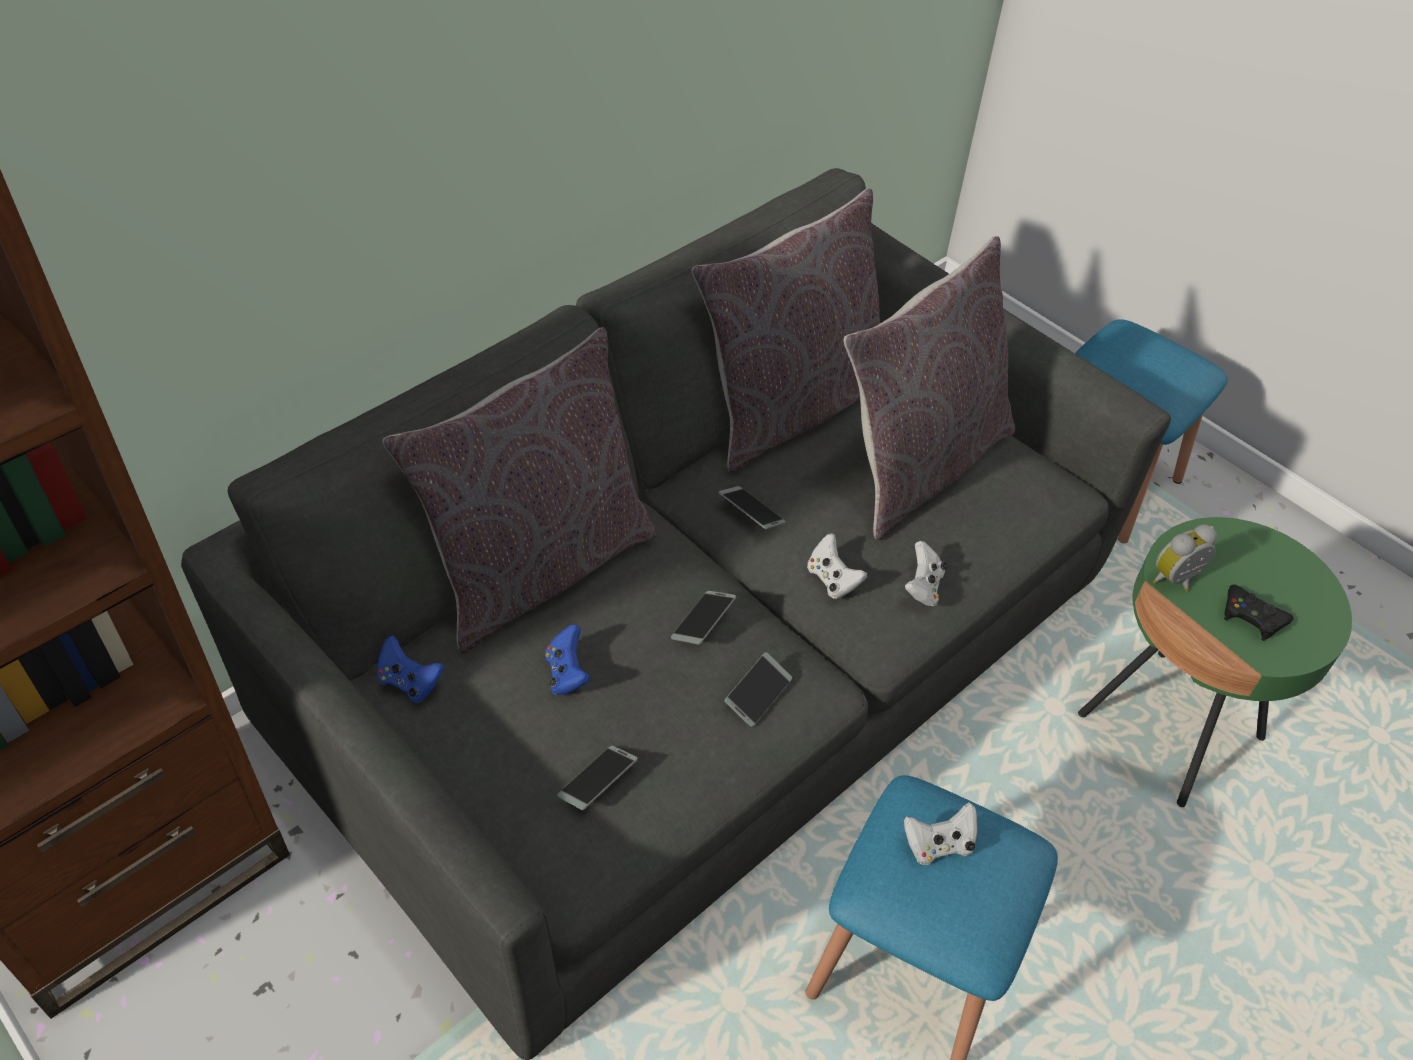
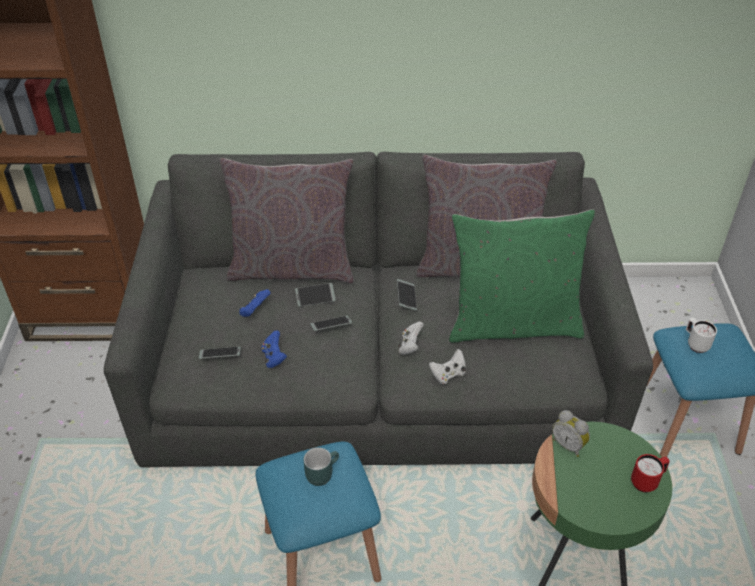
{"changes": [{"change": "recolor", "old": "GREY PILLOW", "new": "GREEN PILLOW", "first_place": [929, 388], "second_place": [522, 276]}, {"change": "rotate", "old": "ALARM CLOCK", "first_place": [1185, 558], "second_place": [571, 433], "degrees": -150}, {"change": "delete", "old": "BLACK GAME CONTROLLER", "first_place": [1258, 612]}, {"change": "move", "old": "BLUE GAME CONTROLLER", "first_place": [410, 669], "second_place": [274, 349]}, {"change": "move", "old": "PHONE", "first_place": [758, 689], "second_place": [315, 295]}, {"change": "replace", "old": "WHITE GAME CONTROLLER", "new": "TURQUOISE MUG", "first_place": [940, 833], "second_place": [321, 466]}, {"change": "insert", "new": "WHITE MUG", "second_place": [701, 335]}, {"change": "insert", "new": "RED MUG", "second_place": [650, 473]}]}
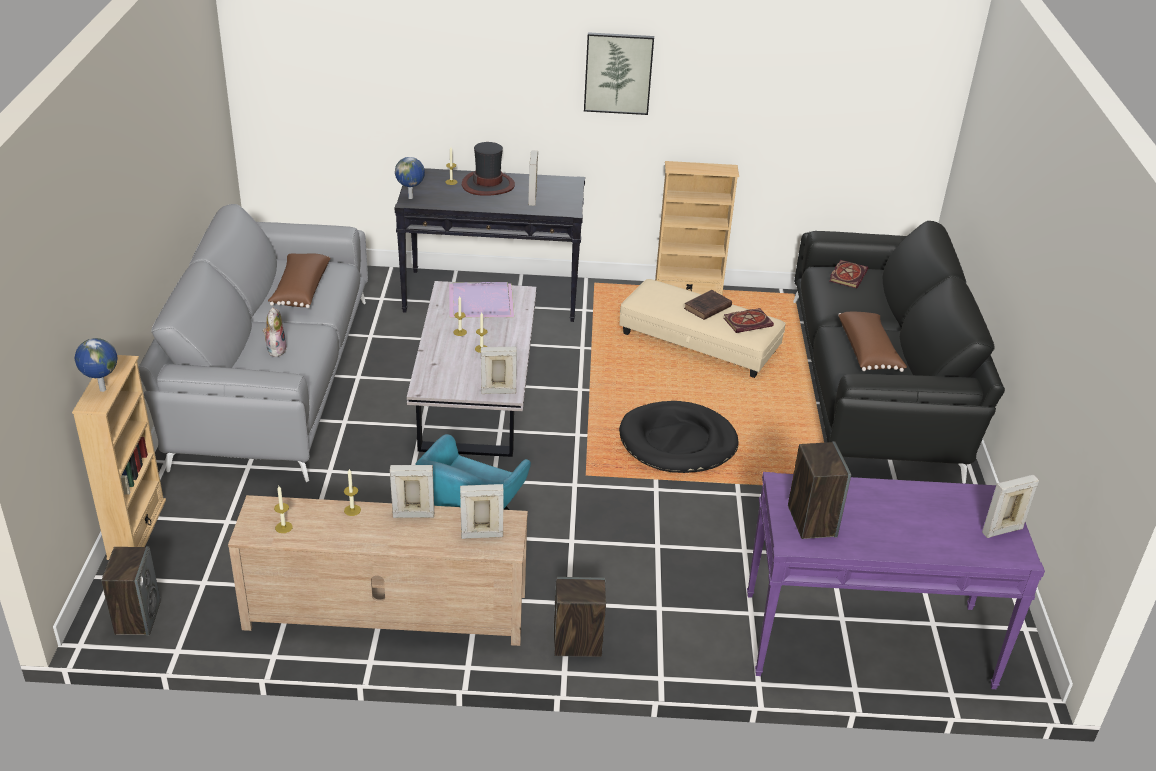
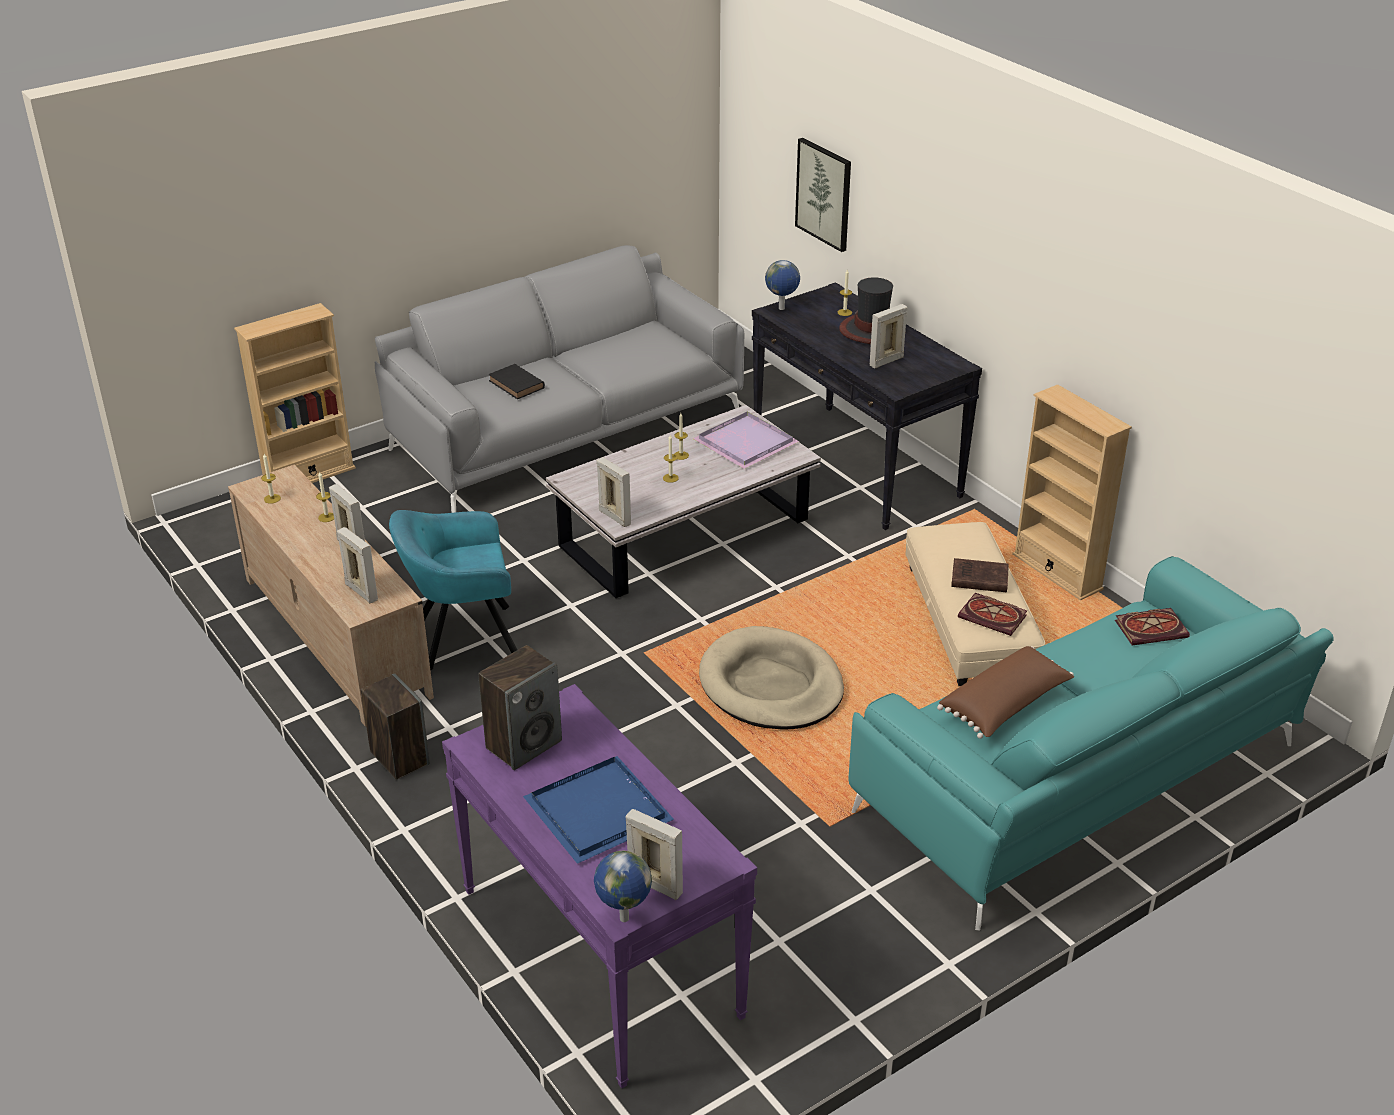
{"changes": [{"change": "move", "old": "PICTURE", "first_place": [619, 73], "second_place": [823, 195]}, {"change": "recolor", "old": "BLACK SOFA", "new": "TURQUOISE SOFA", "first_place": [899, 352], "second_place": [1091, 743]}, {"change": "delete", "old": "BROWN PILLOW", "first_place": [299, 280]}, {"change": "replace", "old": "PLUSH TOY", "new": "BLACK BOOK", "first_place": [274, 332], "second_place": [517, 381]}, {"change": "move", "old": "GLOBE", "first_place": [96, 365], "second_place": [623, 886]}, {"change": "recolor", "old": "BLACK DOG BED", "new": "BEIGE DOG BED", "first_place": [679, 437], "second_place": [771, 678]}, {"change": "delete", "old": "SPEAKER", "first_place": [131, 591]}, {"change": "insert", "new": "BLUE TRAY", "second_place": [598, 810]}]}
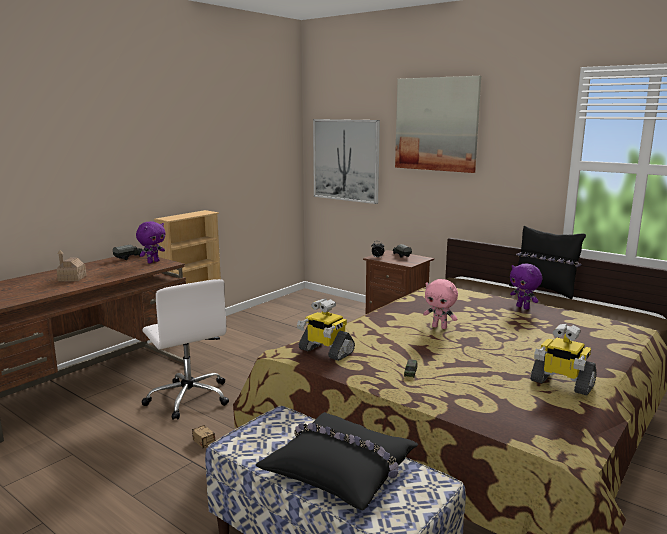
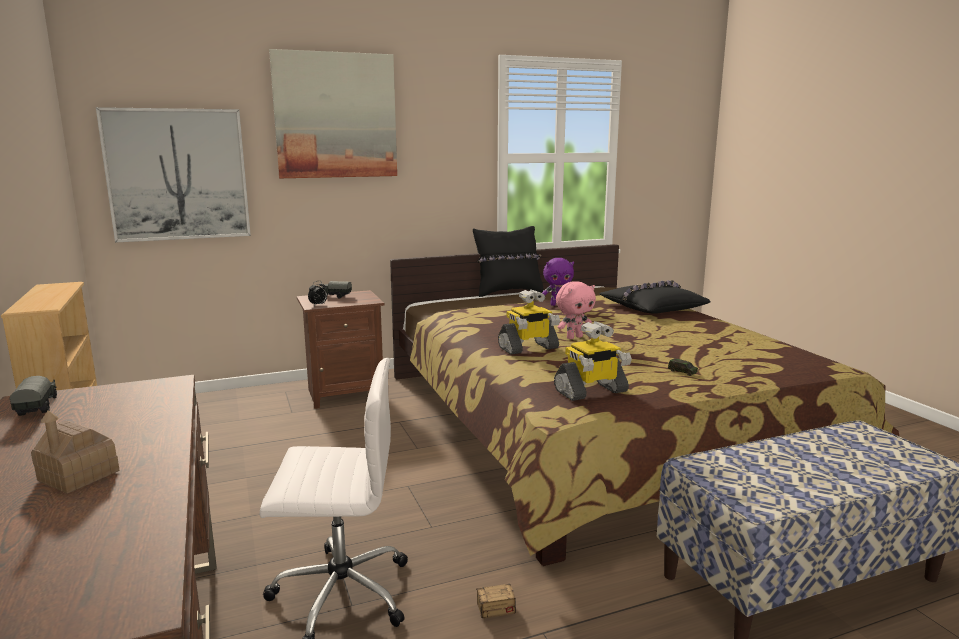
{"changes": [{"change": "delete", "old": "PURPLE PLUSH TOY", "first_place": [151, 242]}, {"change": "move", "old": "TOY ROBOT", "first_place": [563, 359], "second_place": [529, 321]}, {"change": "move", "old": "BLACK PILLOW", "first_place": [336, 461], "second_place": [654, 297]}]}
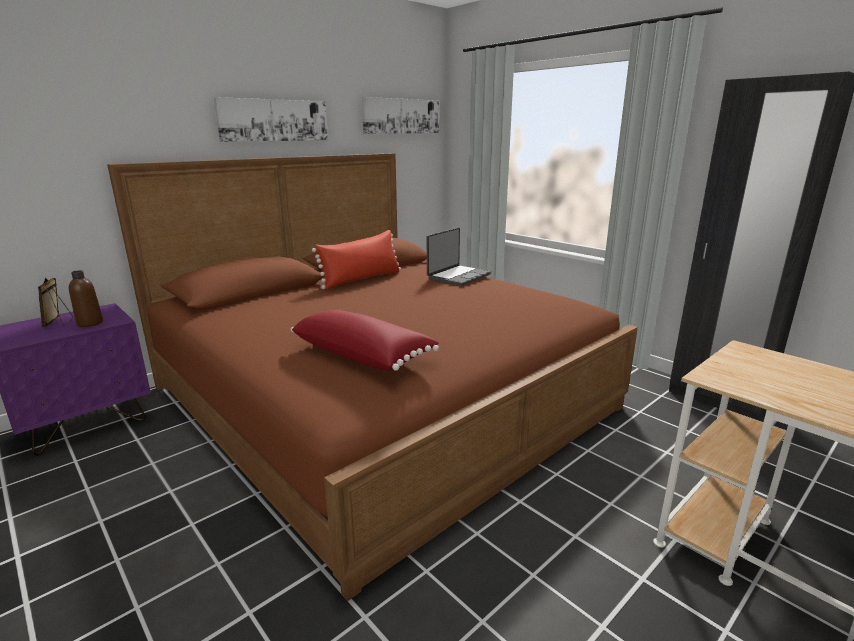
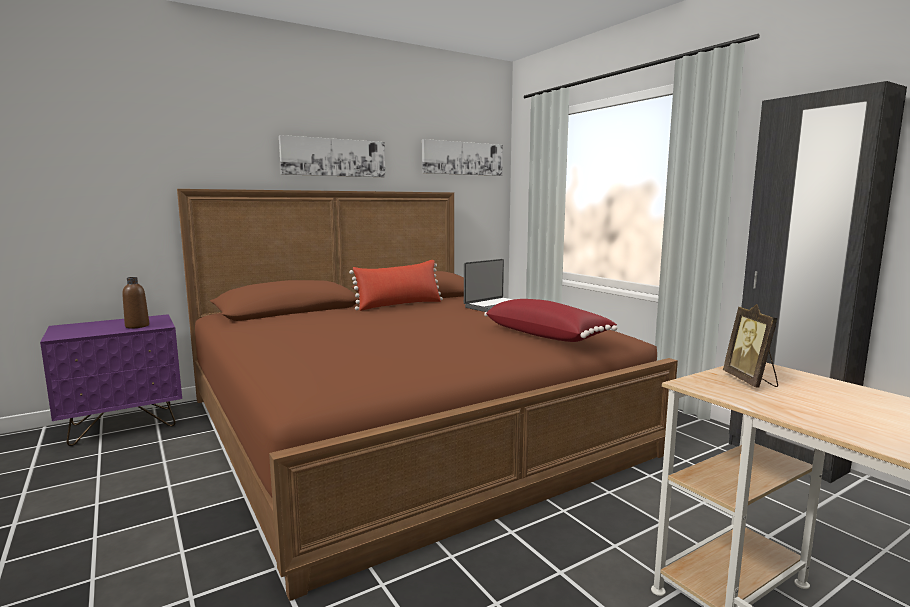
{"changes": [{"change": "move", "old": "PICTURE FRAME", "first_place": [55, 302], "second_place": [750, 345]}, {"change": "move", "old": "RED PILLOW", "first_place": [364, 340], "second_place": [550, 320]}]}
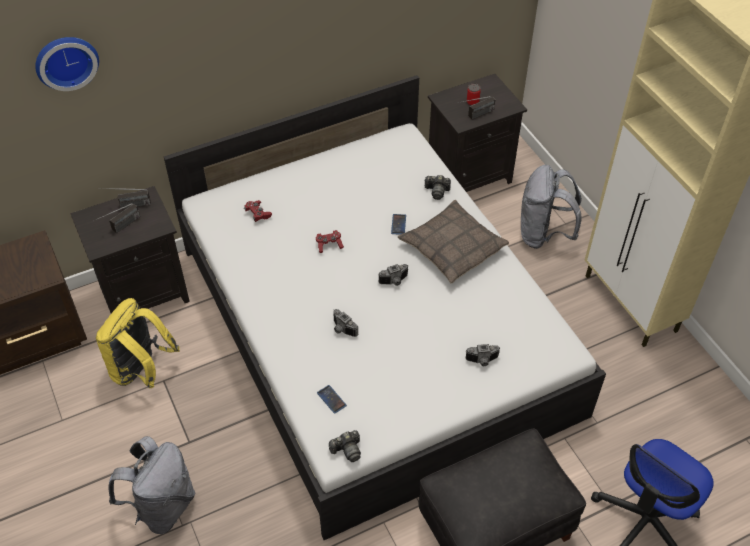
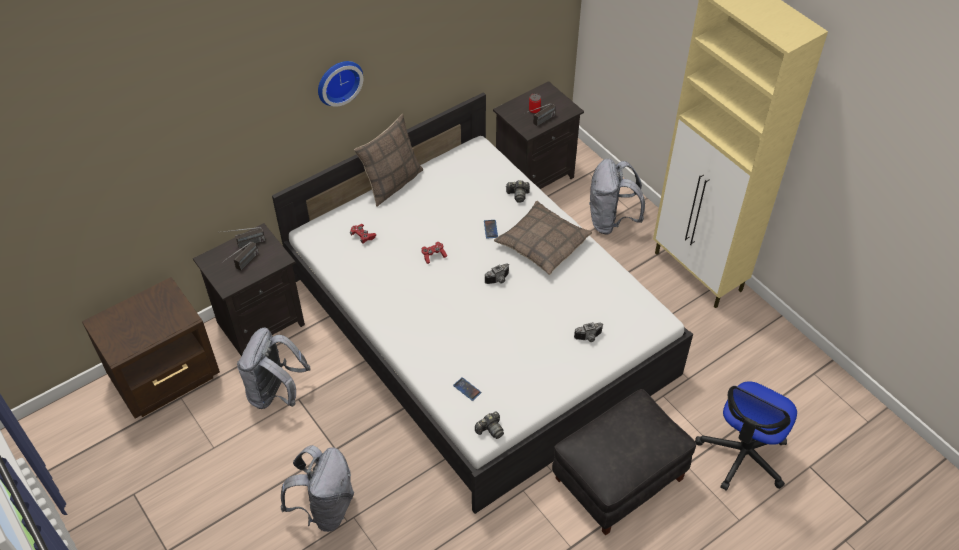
{"changes": [{"change": "move", "old": "WALL CLOCK", "first_place": [67, 64], "second_place": [340, 84]}, {"change": "recolor", "old": "YELLOW BACKPACK", "new": "GREY BACKPACK", "first_place": [138, 343], "second_place": [274, 368]}, {"change": "delete", "old": "PHOTO CAMERA", "first_place": [345, 323]}, {"change": "insert", "new": "PILLOW", "second_place": [388, 160]}]}
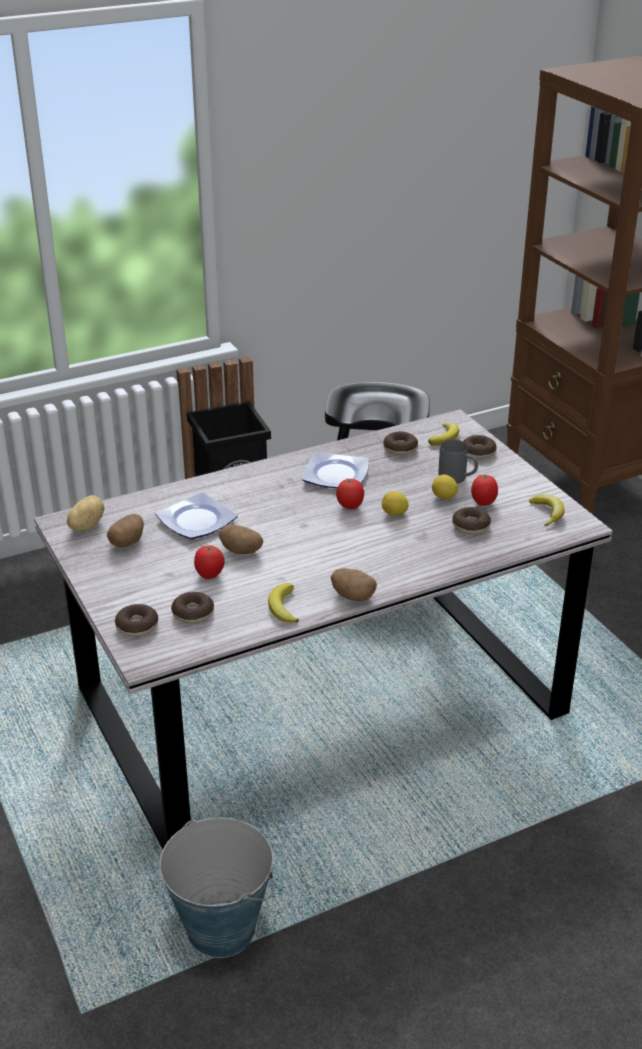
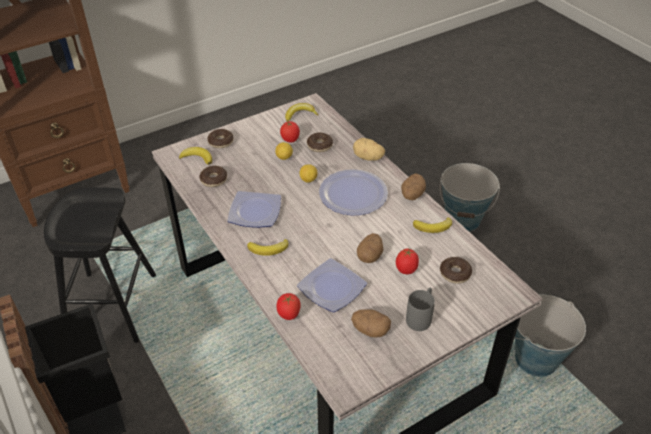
{"changes": [{"change": "move", "old": "GREY MUG", "first_place": [458, 461], "second_place": [420, 309]}, {"change": "move", "old": "TOMATO", "first_place": [350, 494], "second_place": [289, 306]}, {"change": "move", "old": "POTATO", "first_place": [86, 513], "second_place": [369, 149]}, {"change": "delete", "old": "DONUT", "first_place": [136, 620]}, {"change": "insert", "new": "BUCKET", "second_place": [470, 197]}, {"change": "insert", "new": "PLATE", "second_place": [353, 192]}, {"change": "insert", "new": "BANANA", "second_place": [267, 247]}]}
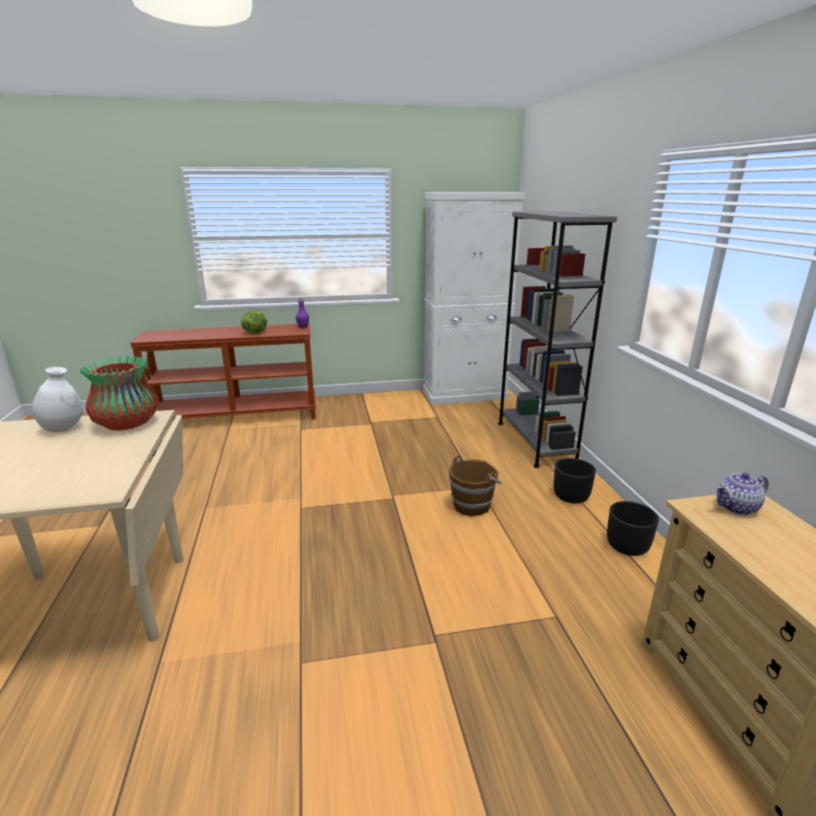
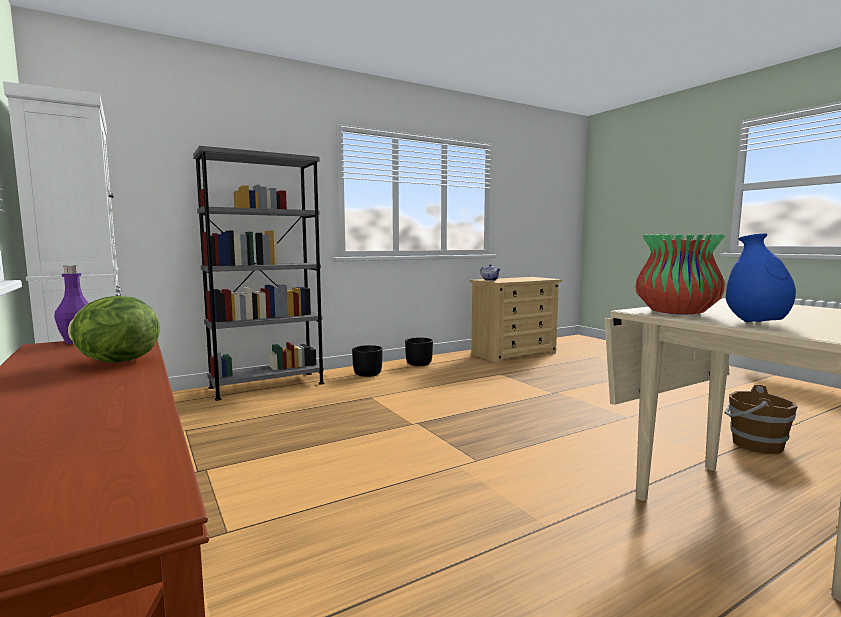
{"changes": [{"change": "recolor", "old": "WHITE VASE", "new": "BLUE VASE", "first_place": [57, 399], "second_place": [761, 277]}, {"change": "move", "old": "BROWN BUCKET", "first_place": [475, 486], "second_place": [761, 419]}]}
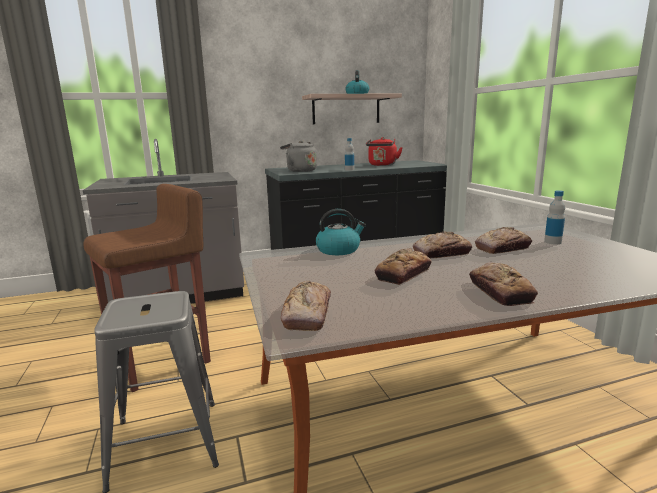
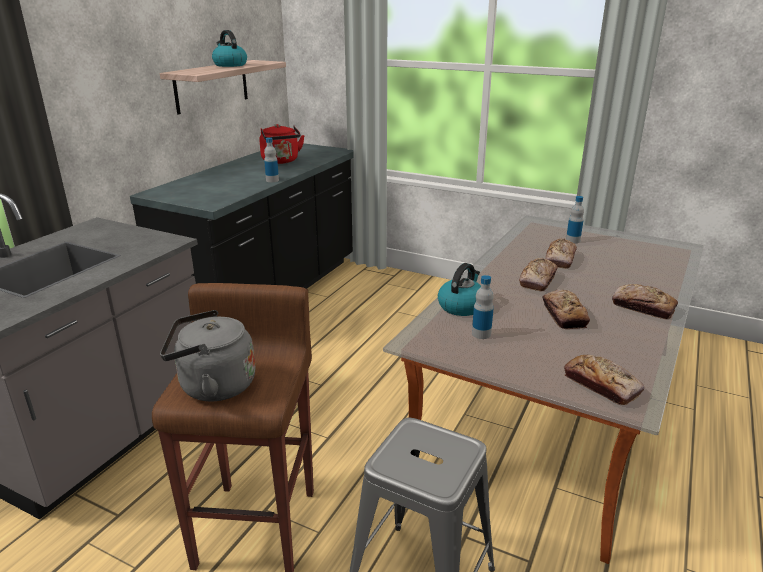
{"changes": [{"change": "move", "old": "GREY KETTLE", "first_place": [298, 156], "second_place": [207, 355]}, {"change": "insert", "new": "BOTTLE", "second_place": [483, 307]}]}
